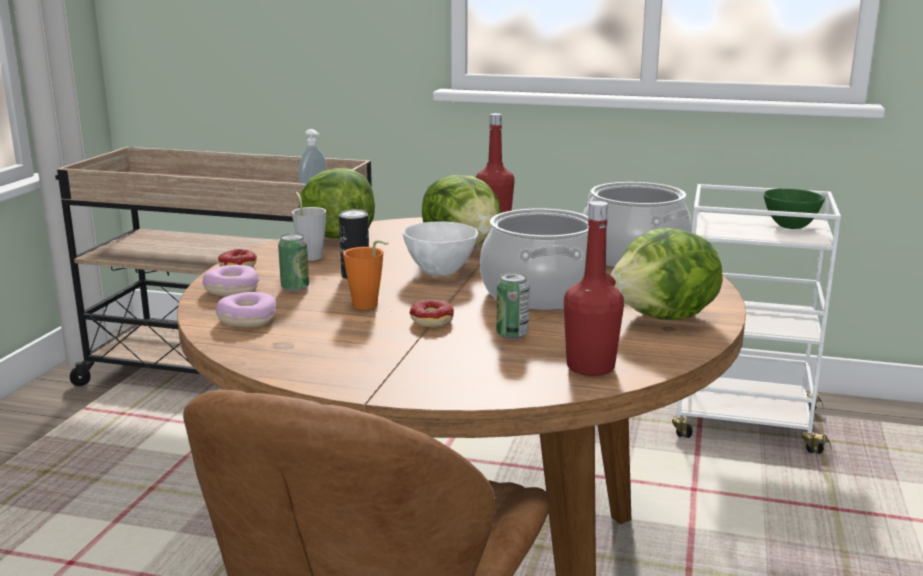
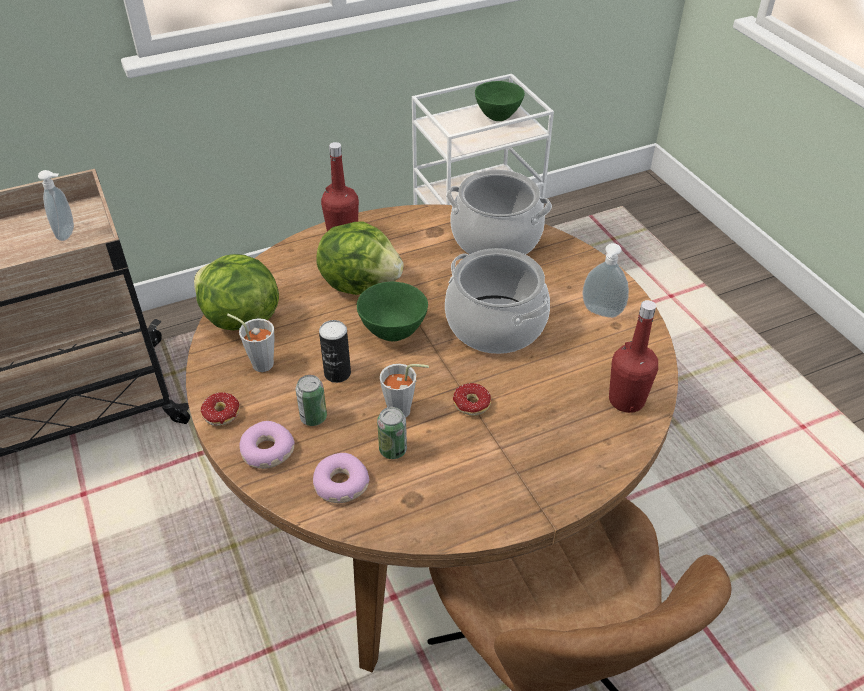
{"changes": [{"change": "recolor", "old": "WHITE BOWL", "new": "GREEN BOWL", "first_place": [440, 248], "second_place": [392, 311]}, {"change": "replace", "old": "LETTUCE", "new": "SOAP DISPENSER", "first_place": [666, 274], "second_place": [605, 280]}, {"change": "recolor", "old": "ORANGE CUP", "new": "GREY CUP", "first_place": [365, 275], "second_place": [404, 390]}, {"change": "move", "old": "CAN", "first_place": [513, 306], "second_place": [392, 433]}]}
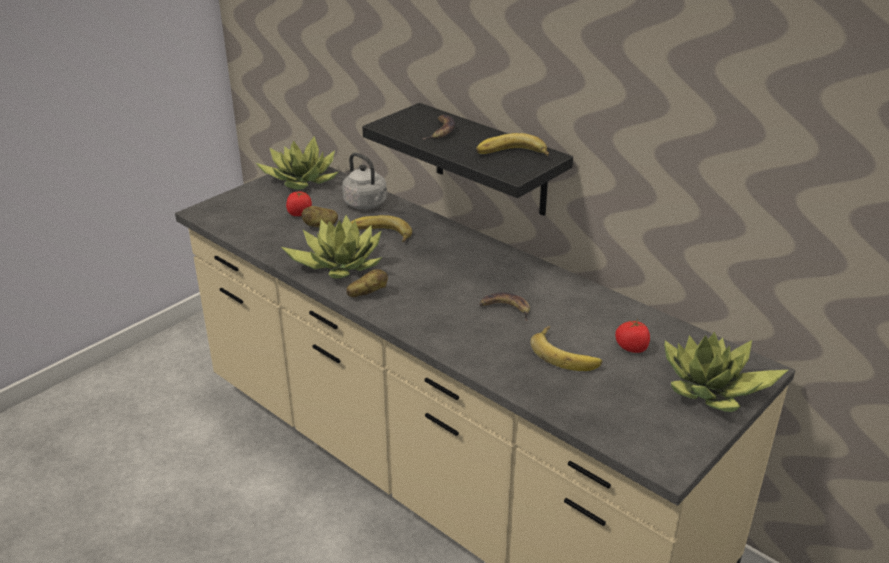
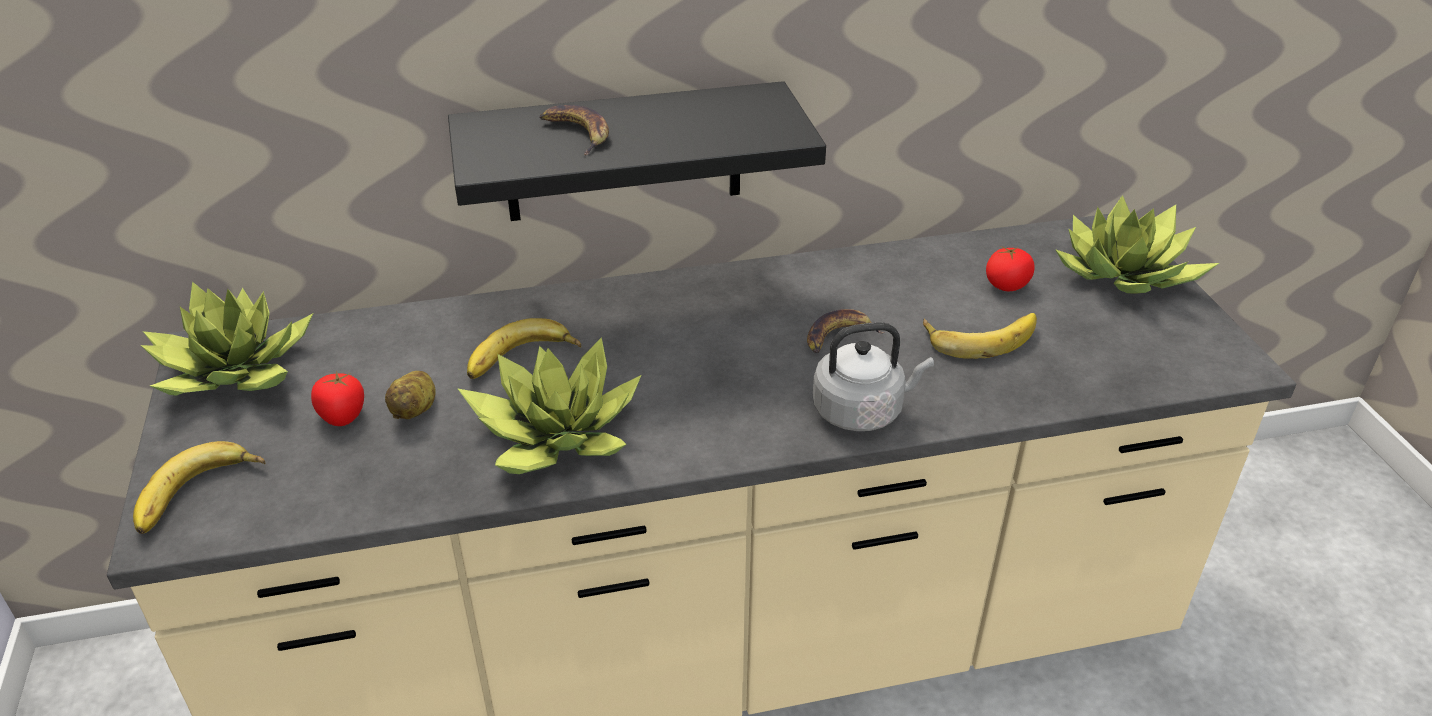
{"changes": [{"change": "move", "old": "BANANA", "first_place": [512, 144], "second_place": [199, 487]}, {"change": "move", "old": "GREY KETTLE", "first_place": [364, 181], "second_place": [873, 376]}, {"change": "delete", "old": "POTATO", "first_place": [367, 283]}]}
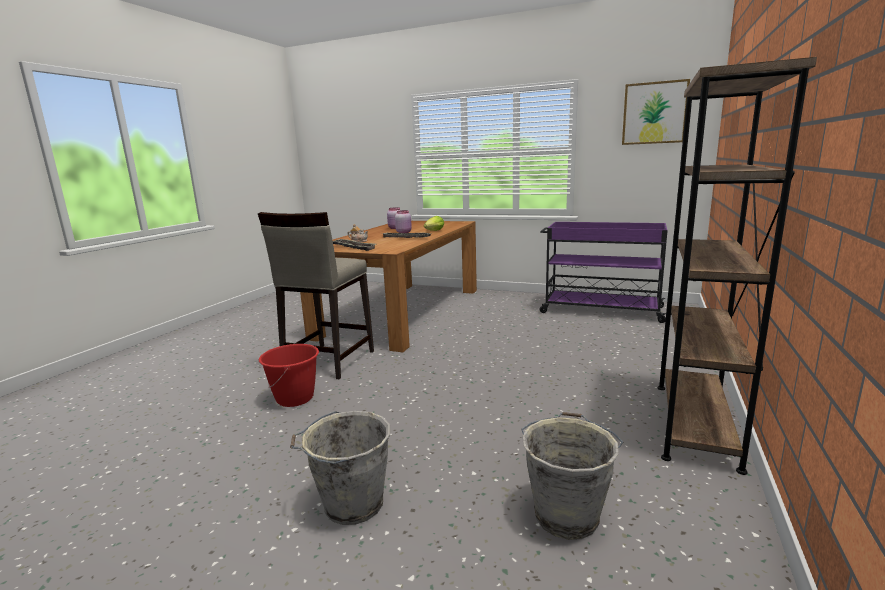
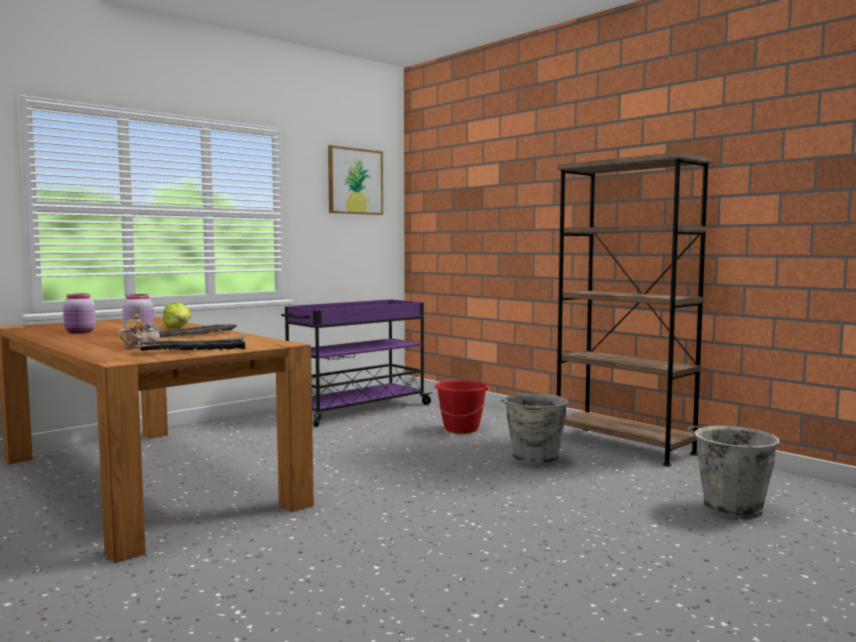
{"changes": [{"change": "delete", "old": "BEIGE STOOL", "first_place": [316, 295]}, {"change": "move", "old": "RED BUCKET", "first_place": [289, 375], "second_place": [461, 406]}, {"change": "move", "old": "GREY BUCKET", "first_place": [340, 468], "second_place": [535, 429]}]}
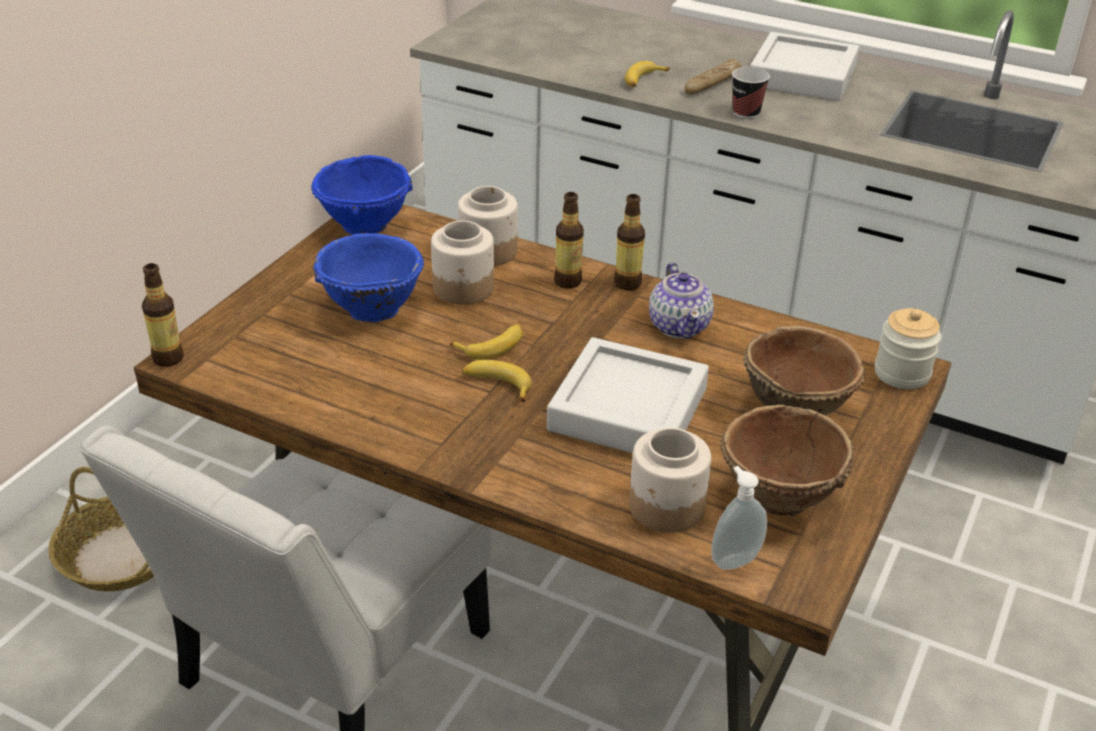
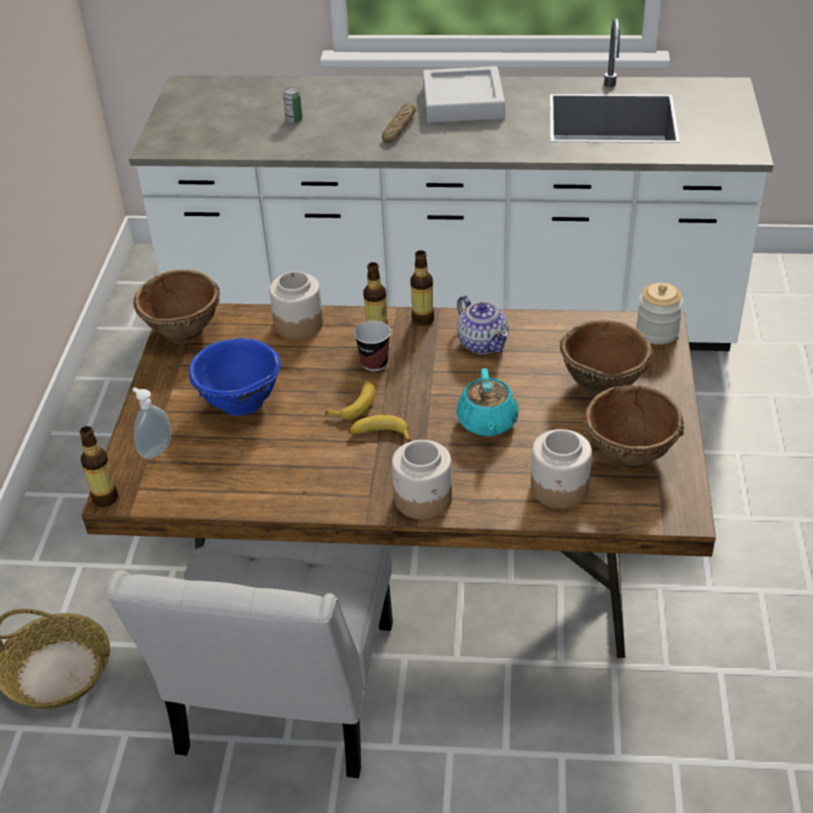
{"changes": [{"change": "delete", "old": "BANANA", "first_place": [647, 74]}, {"change": "move", "old": "CUP", "first_place": [751, 93], "second_place": [372, 346]}, {"change": "recolor", "old": "BLUE BOWL", "new": "BROWN BOWL", "first_place": [362, 195], "second_place": [176, 306]}, {"change": "move", "old": "JAR", "first_place": [462, 263], "second_place": [422, 480]}, {"change": "replace", "old": "GREY TRAY", "new": "TURQUOISE TEAPOT", "first_place": [628, 395], "second_place": [487, 402]}, {"change": "move", "old": "SOAP DISPENSER", "first_place": [739, 518], "second_place": [152, 423]}, {"change": "insert", "new": "CAN", "second_place": [293, 105]}]}
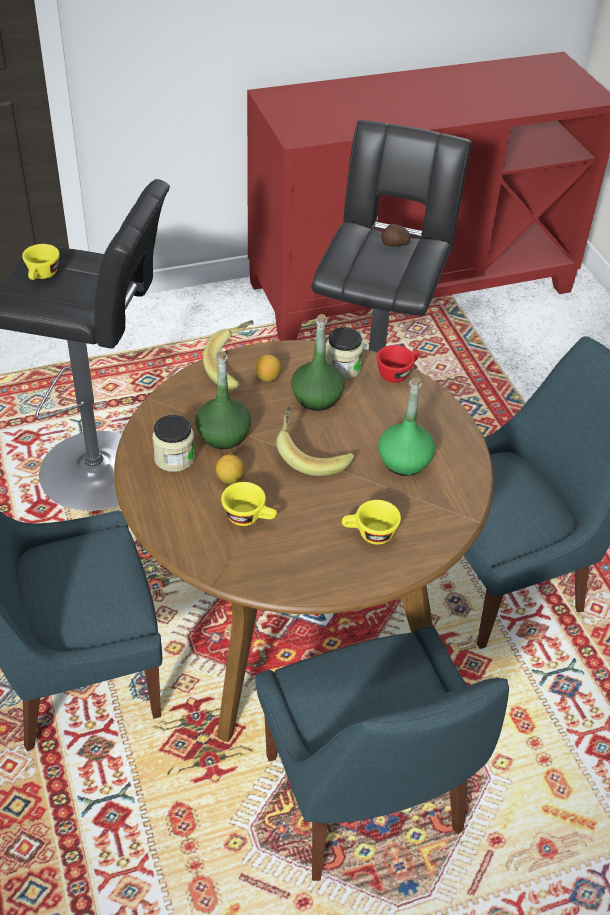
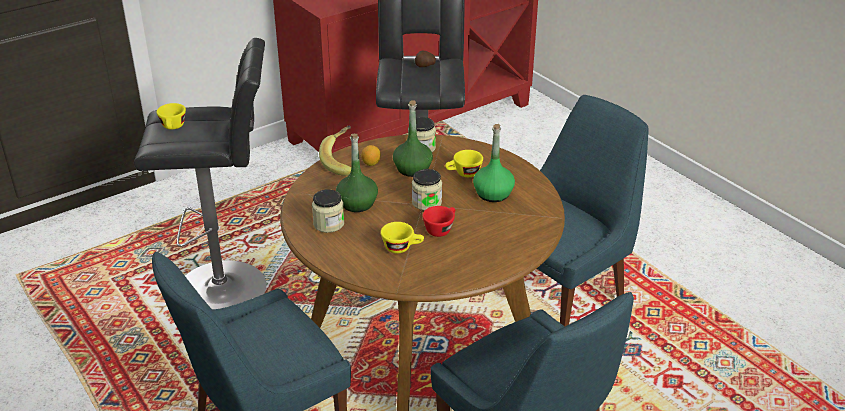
{"changes": [{"change": "move", "old": "RED CUP", "first_place": [398, 364], "second_place": [438, 221]}, {"change": "replace", "old": "BANANA", "new": "JAR", "first_place": [315, 441], "second_place": [427, 190]}, {"change": "delete", "old": "LEMON", "first_place": [230, 469]}, {"change": "move", "old": "YELLOW CUP", "first_place": [371, 522], "second_place": [464, 163]}]}
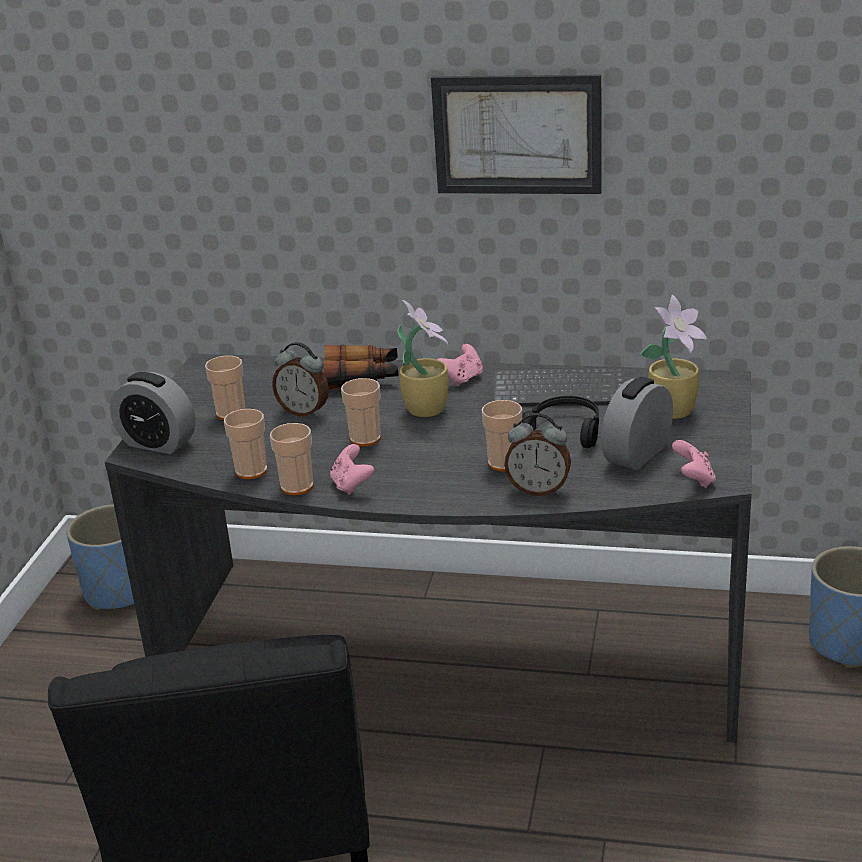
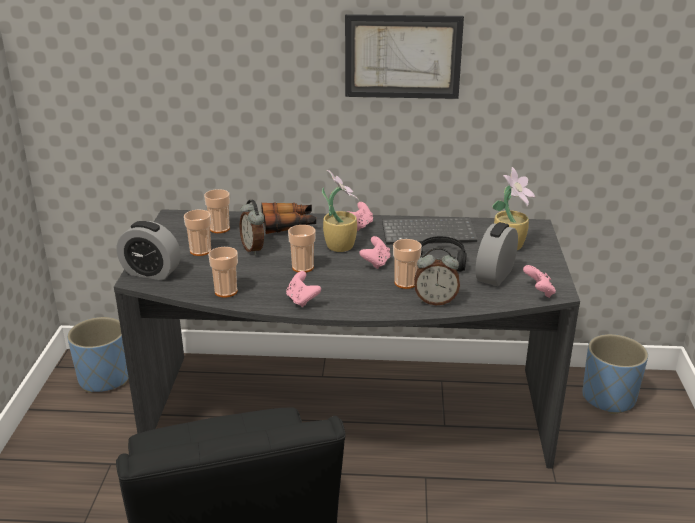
{"changes": [{"change": "rotate", "old": "ALARM CLOCK", "first_place": [300, 379], "second_place": [252, 227], "degrees": 45}, {"change": "move", "old": "CUP", "first_place": [291, 459], "second_place": [217, 211]}, {"change": "insert", "new": "PINK GAME CONTROLLER", "second_place": [374, 252]}]}
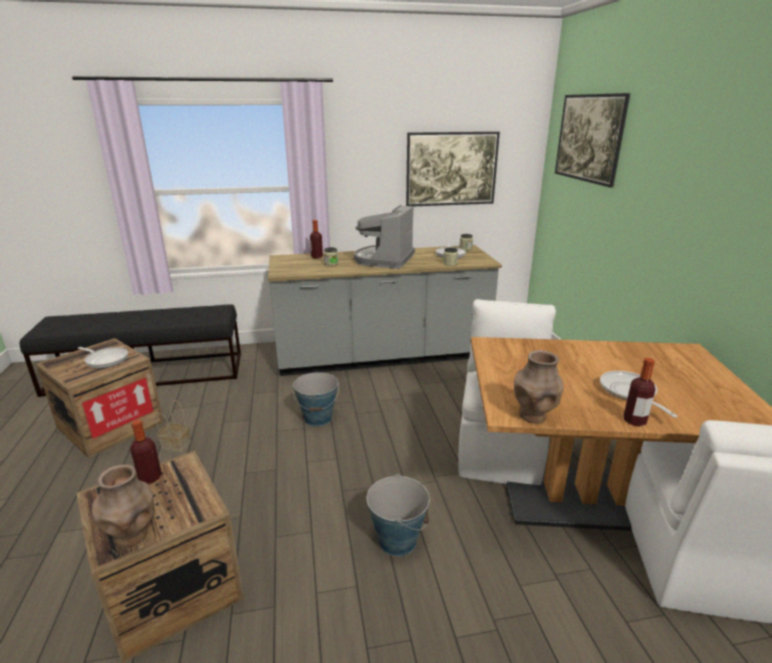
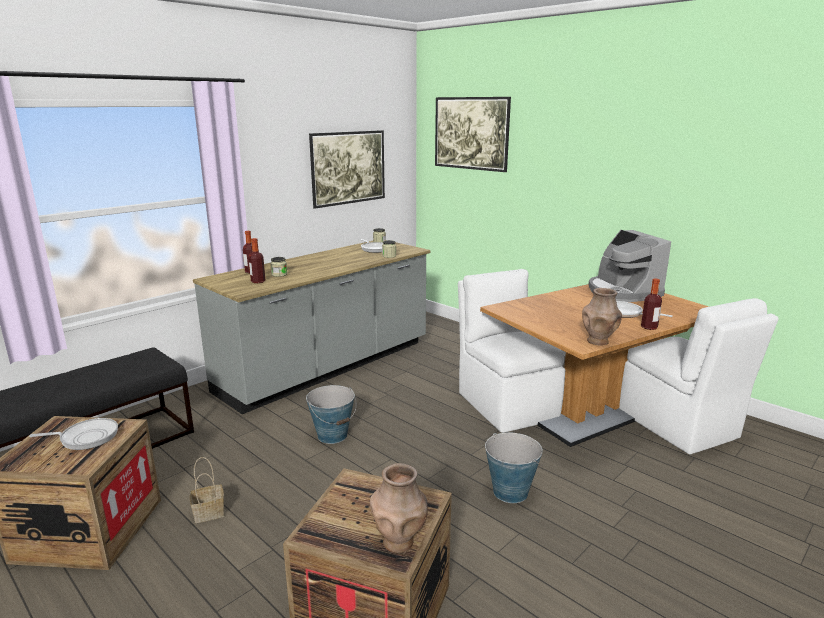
{"changes": [{"change": "move", "old": "COFFEE MACHINE", "first_place": [384, 237], "second_place": [629, 266]}, {"change": "move", "old": "BOTTLE", "first_place": [146, 452], "second_place": [257, 260]}]}
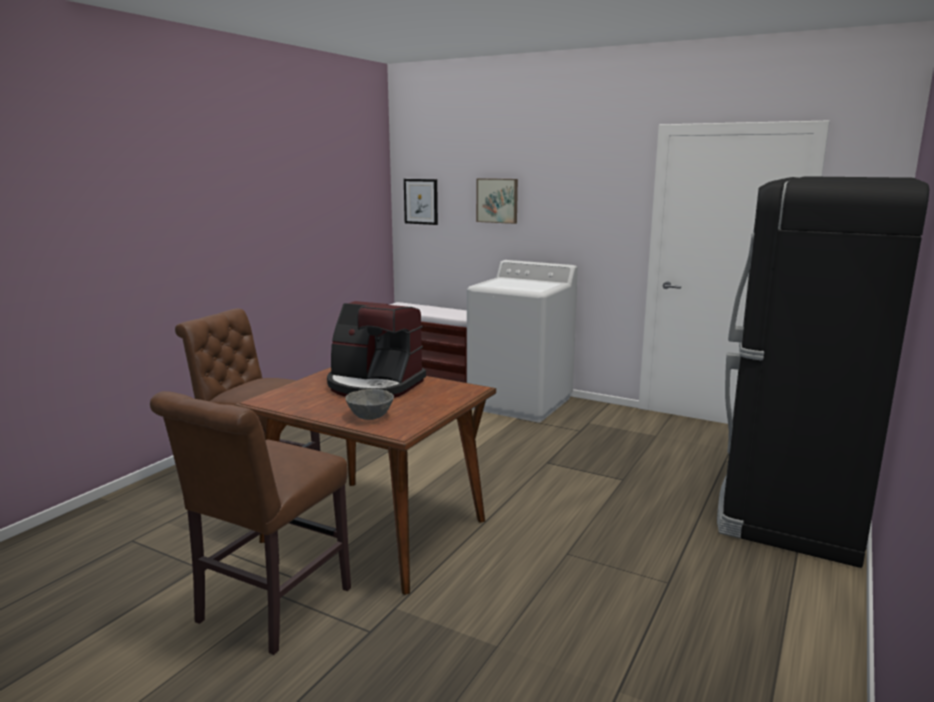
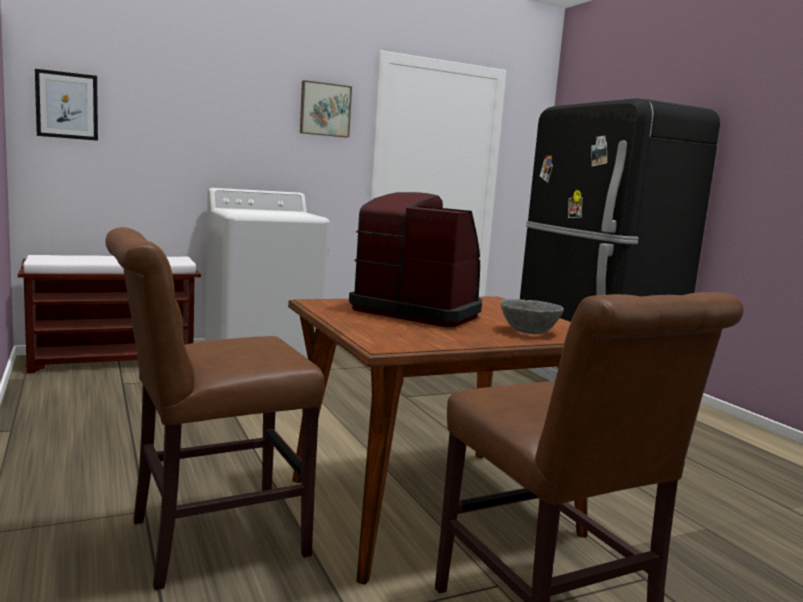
{"changes": [{"change": "move", "old": "PICTURE", "first_place": [497, 201], "second_place": [326, 109]}, {"change": "rotate", "old": "COFFEE MACHINE", "first_place": [376, 349], "second_place": [415, 259], "degrees": -120}]}
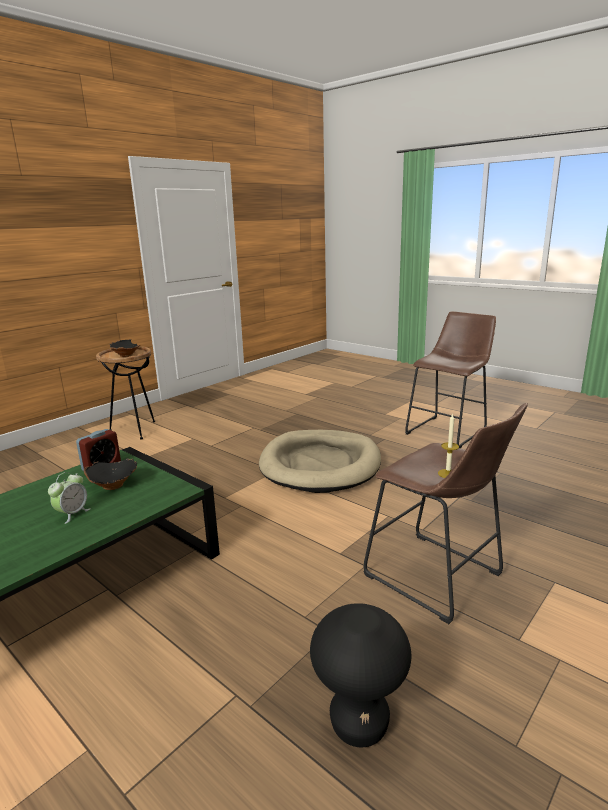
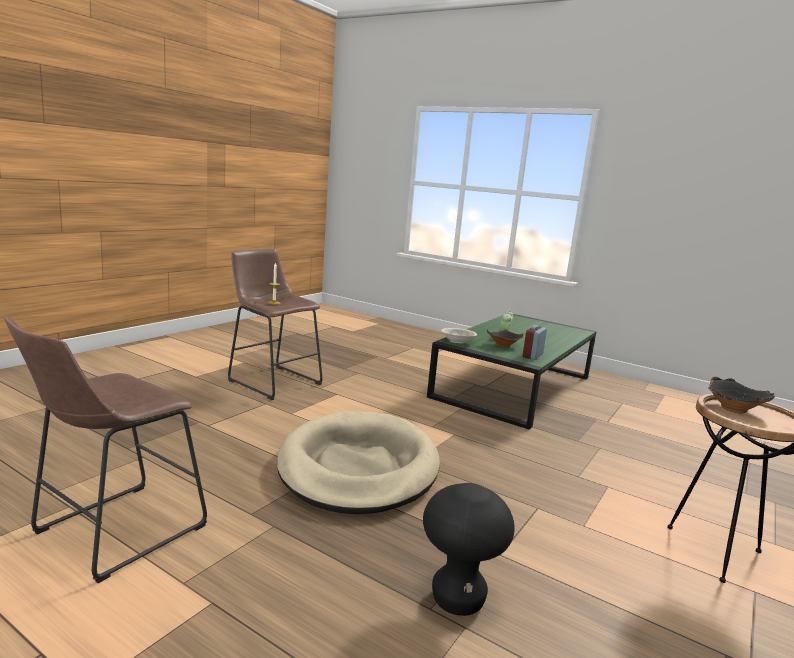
{"changes": [{"change": "move", "old": "BLACK STOOL", "first_place": [360, 675], "second_place": [469, 549]}, {"change": "insert", "new": "BEIGE BOWL", "second_place": [459, 335]}]}
